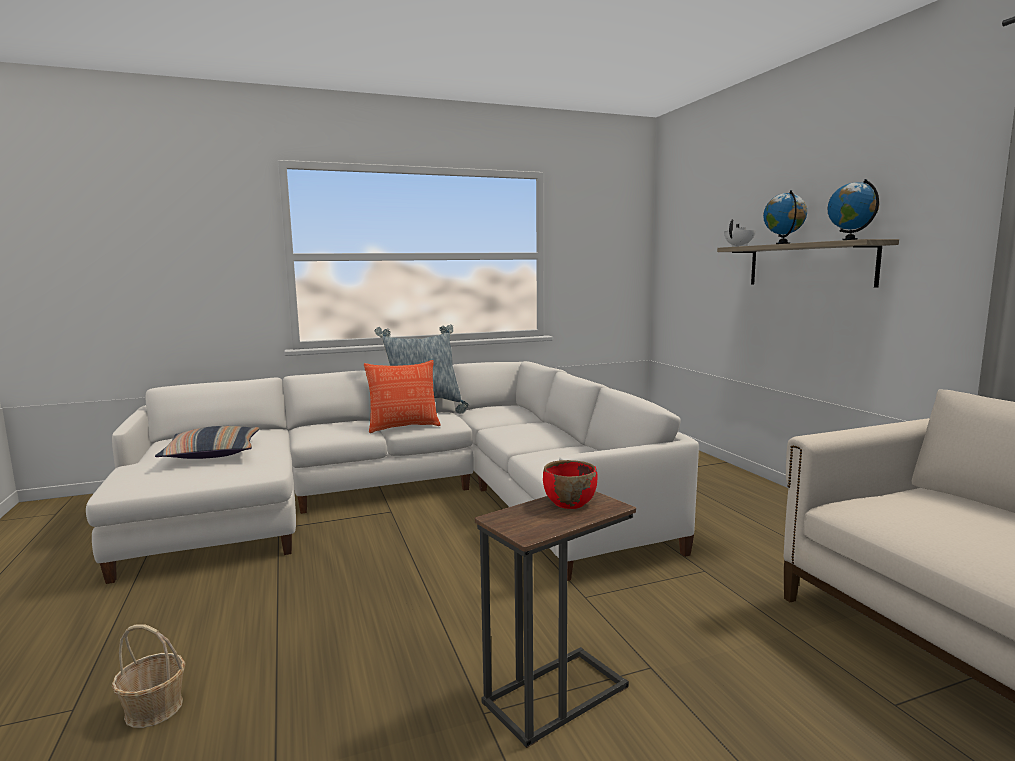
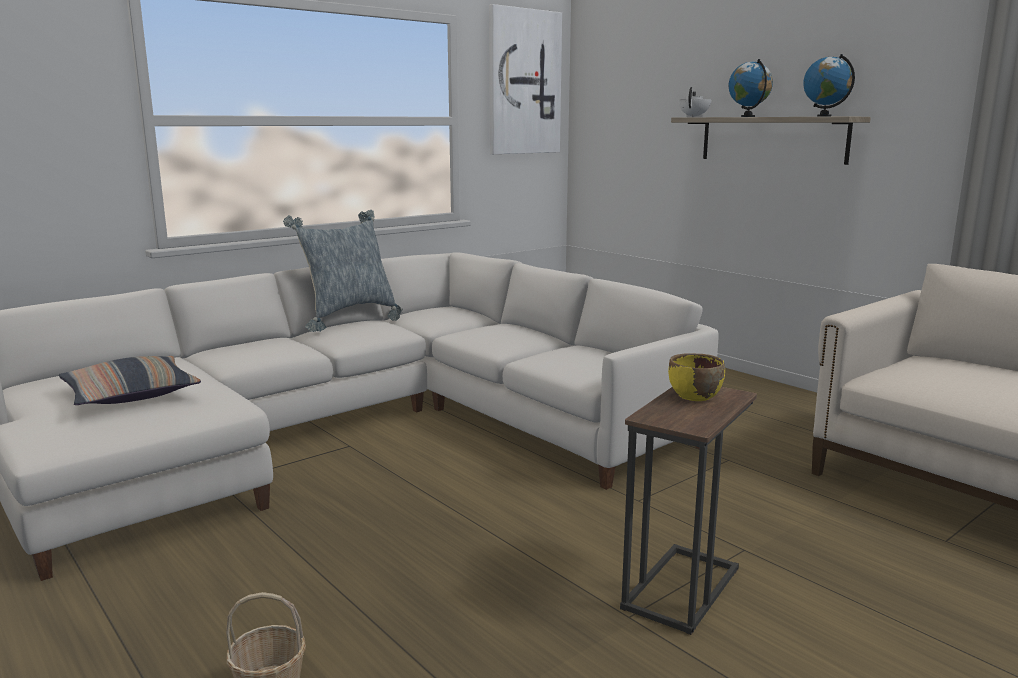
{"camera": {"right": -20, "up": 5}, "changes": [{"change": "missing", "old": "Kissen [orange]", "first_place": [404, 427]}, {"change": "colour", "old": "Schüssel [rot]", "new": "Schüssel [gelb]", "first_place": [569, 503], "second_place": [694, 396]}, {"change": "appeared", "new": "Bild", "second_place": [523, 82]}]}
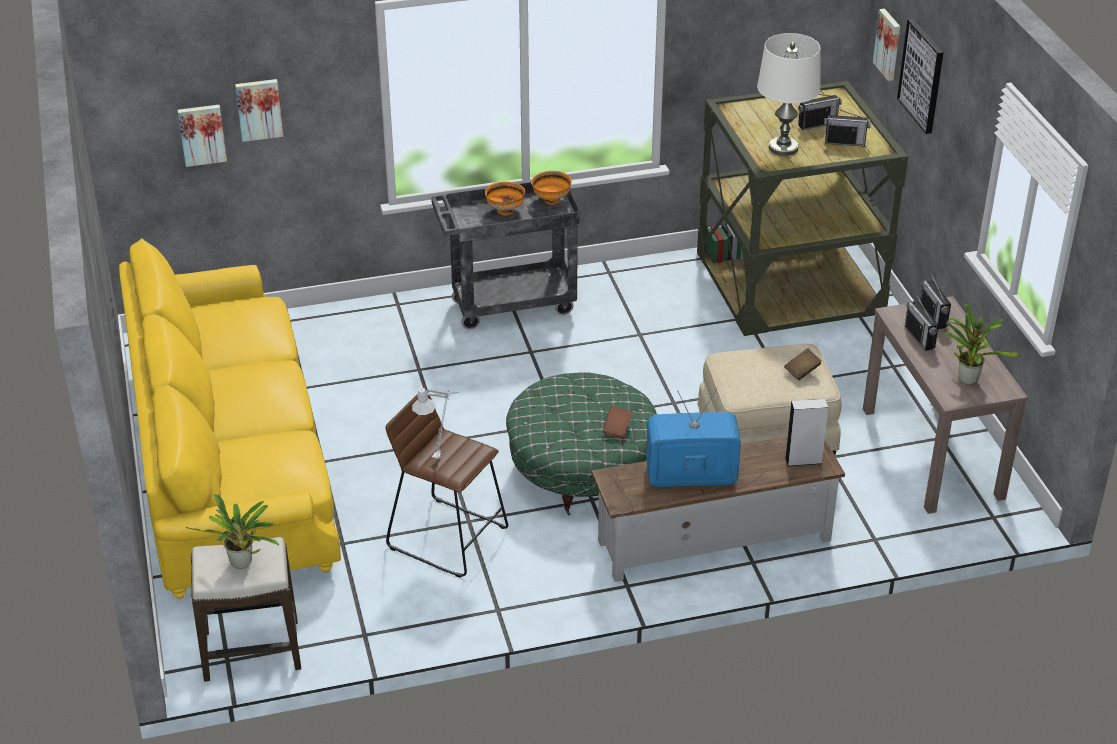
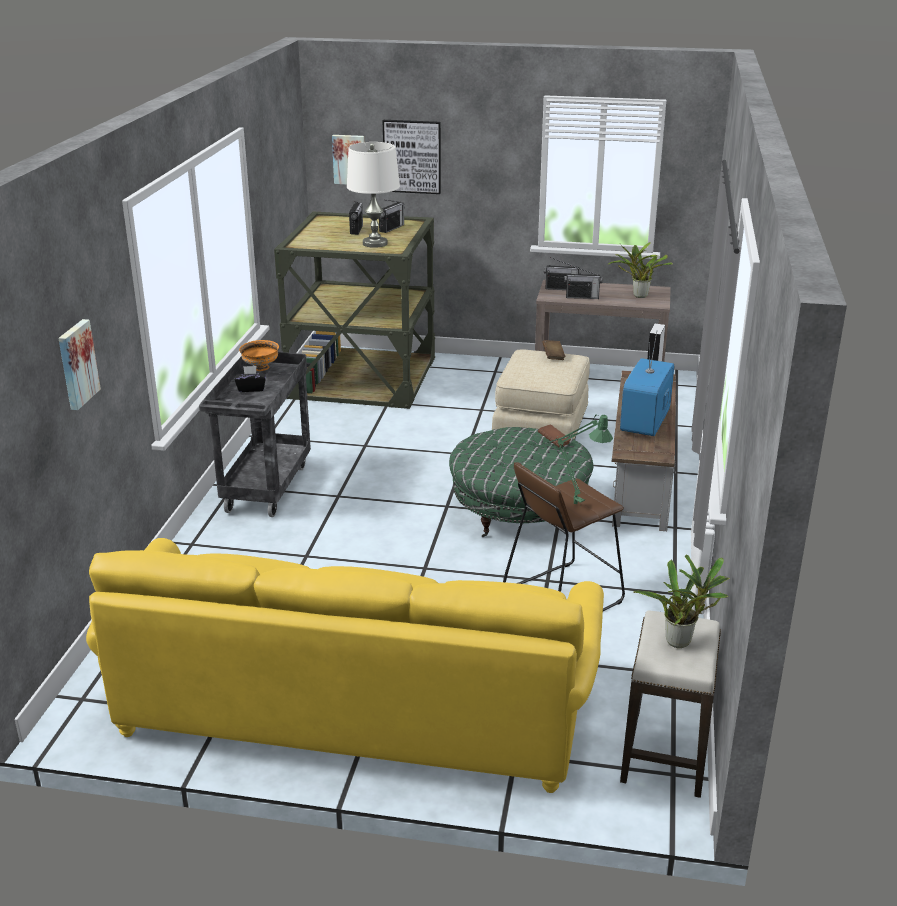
{"camera": {"right": -65, "up": -10}, "changes": [{"change": "missing", "old": "Bild", "first_place": [202, 134]}, {"change": "colour", "old": "Tischlampe [grau]", "new": "Tischlampe [grün]", "first_place": [441, 455], "second_place": [571, 502]}, {"change": "exchanged", "old": "Schüssel [orange]", "new": "Taschentuchbox [schwarz]", "first_place": [505, 211], "second_place": [251, 388]}]}
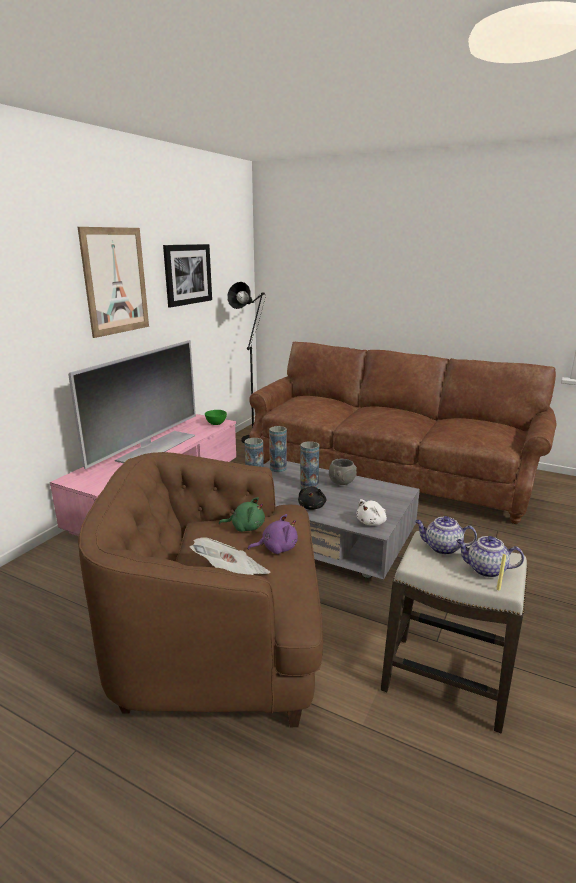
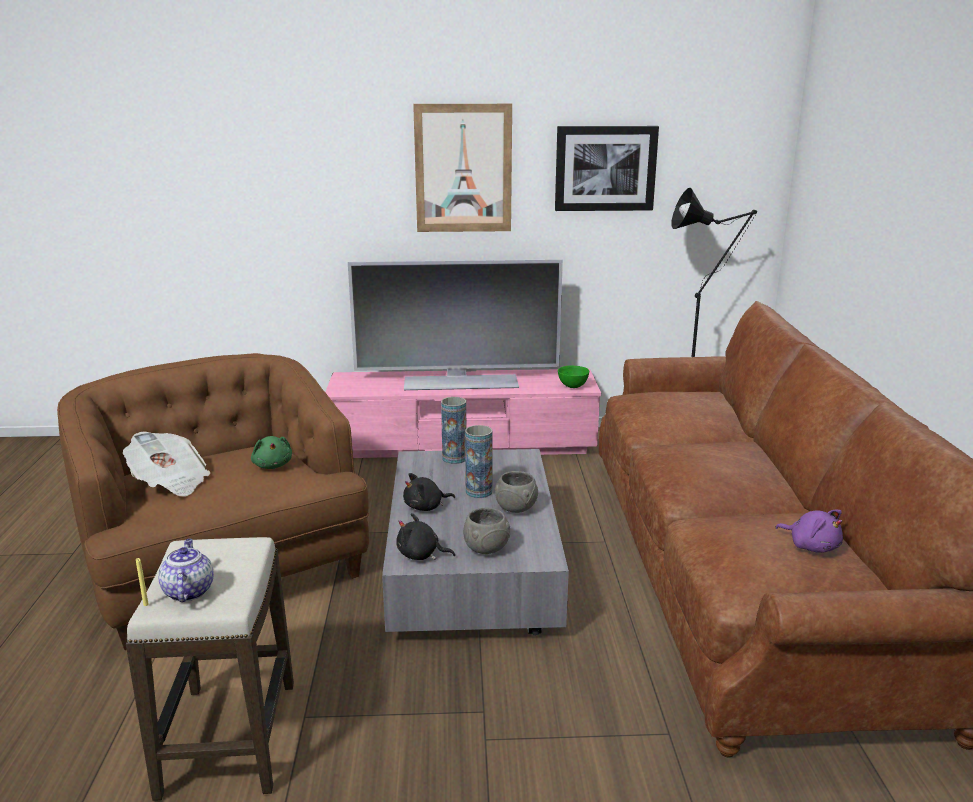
{"camera": {"right": 60, "up": 0}, "changes": [{"change": "relocated", "old": "Plüschtier [lila]", "first_place": [276, 548], "second_place": [811, 546]}, {"change": "missing", "old": "Vase", "first_place": [278, 468]}, {"change": "colour", "old": "Plüschtier [weiß]", "new": "Plüschtier [schwarz]", "first_place": [372, 522], "second_place": [421, 555]}, {"change": "missing", "old": "Teekanne", "first_place": [442, 548]}, {"change": "appeared", "new": "Schüssel [grau]", "second_place": [486, 549]}]}
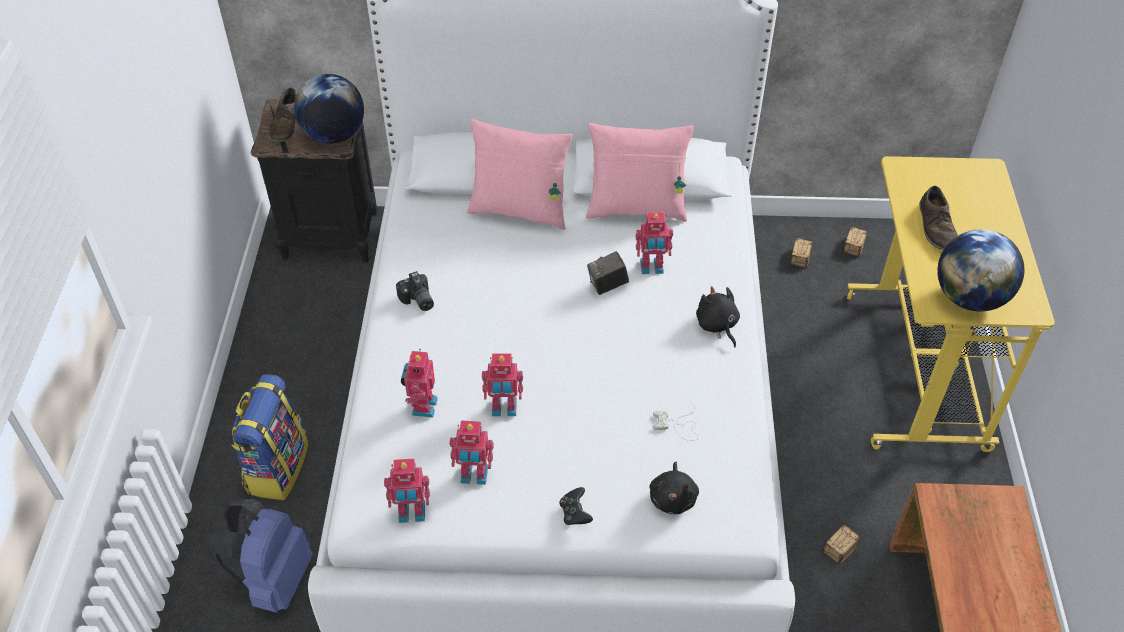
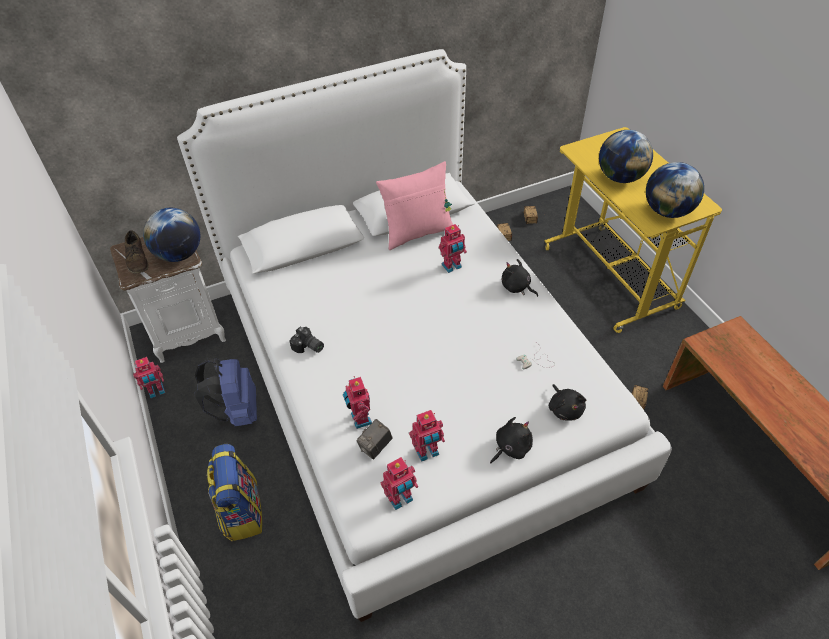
{"camera": {"right": -25, "up": 0}, "changes": [{"change": "relocated", "old": "Rucksack [blau]", "first_place": [274, 580], "second_place": [237, 411]}, {"change": "colour", "old": "Nachttisch [schwarz]", "new": "Nachttisch [weiß]", "first_place": [331, 237], "second_place": [188, 333]}, {"change": "missing", "old": "Kissen [rosa]", "first_place": [519, 211]}, {"change": "relocated", "old": "Spielzeugroboter", "first_place": [504, 409], "second_place": [157, 391]}, {"change": "exchanged", "old": "Gamepad [schwarz]", "new": "Plüschtier [schwarz]", "first_place": [575, 513], "second_place": [511, 447]}, {"change": "relocated", "old": "Kamera", "first_place": [607, 285], "second_place": [375, 447]}, {"change": "exchanged", "old": "Schuh [braun]", "new": "Globus", "first_place": [937, 228], "second_place": [620, 177]}]}
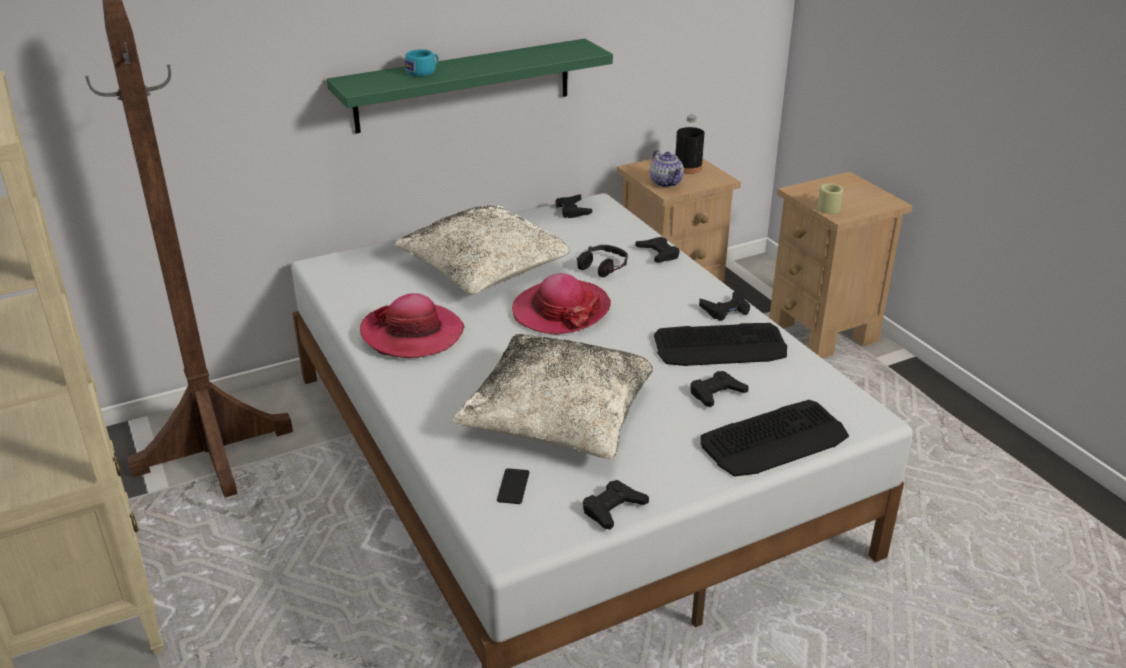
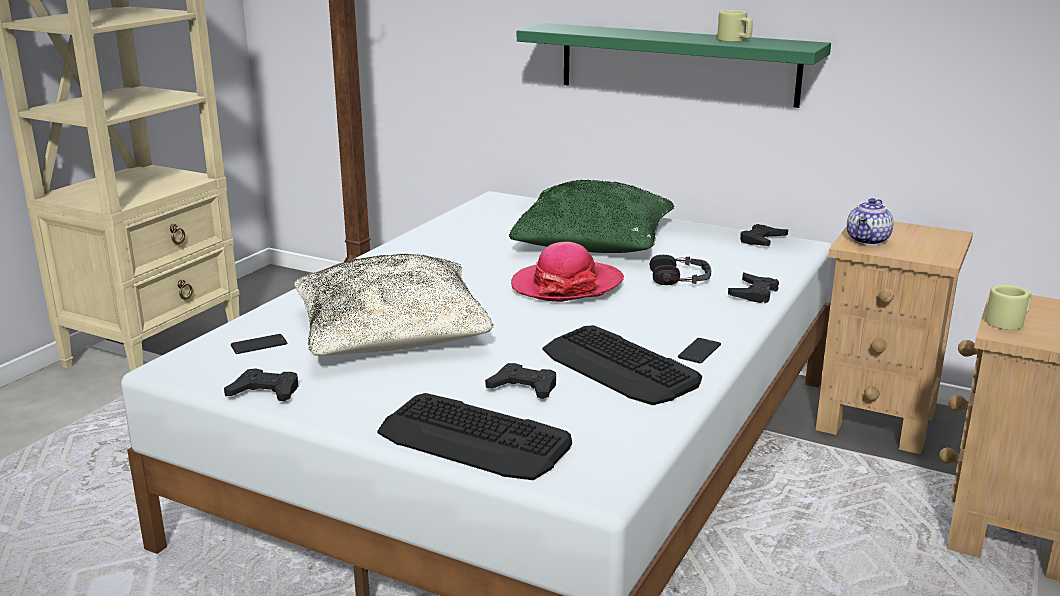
{"camera": {"right": 55, "up": -10}, "changes": [{"change": "missing", "old": "Hut", "first_place": [412, 333]}, {"change": "colour", "old": "Kissen [beige]", "new": "Kissen [grün]", "first_place": [485, 265], "second_place": [594, 240]}, {"change": "missing", "old": "Tasse [türkis]", "first_place": [423, 72]}, {"change": "missing", "old": "Flasche [schwarz]", "first_place": [688, 168]}, {"change": "exchanged", "old": "Gamepad [schwarz]", "new": "Handy", "first_place": [725, 310], "second_place": [699, 351]}, {"change": "appeared", "new": "Henkelbecher [beige]", "second_place": [735, 40]}]}
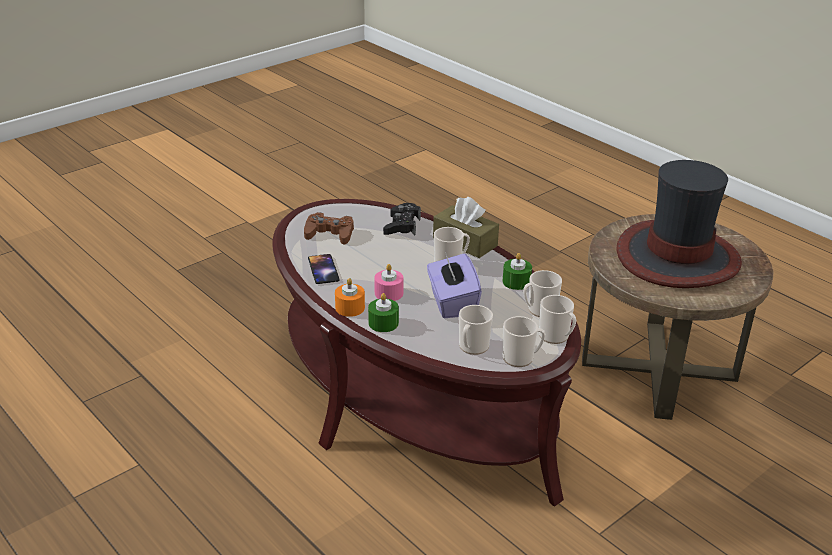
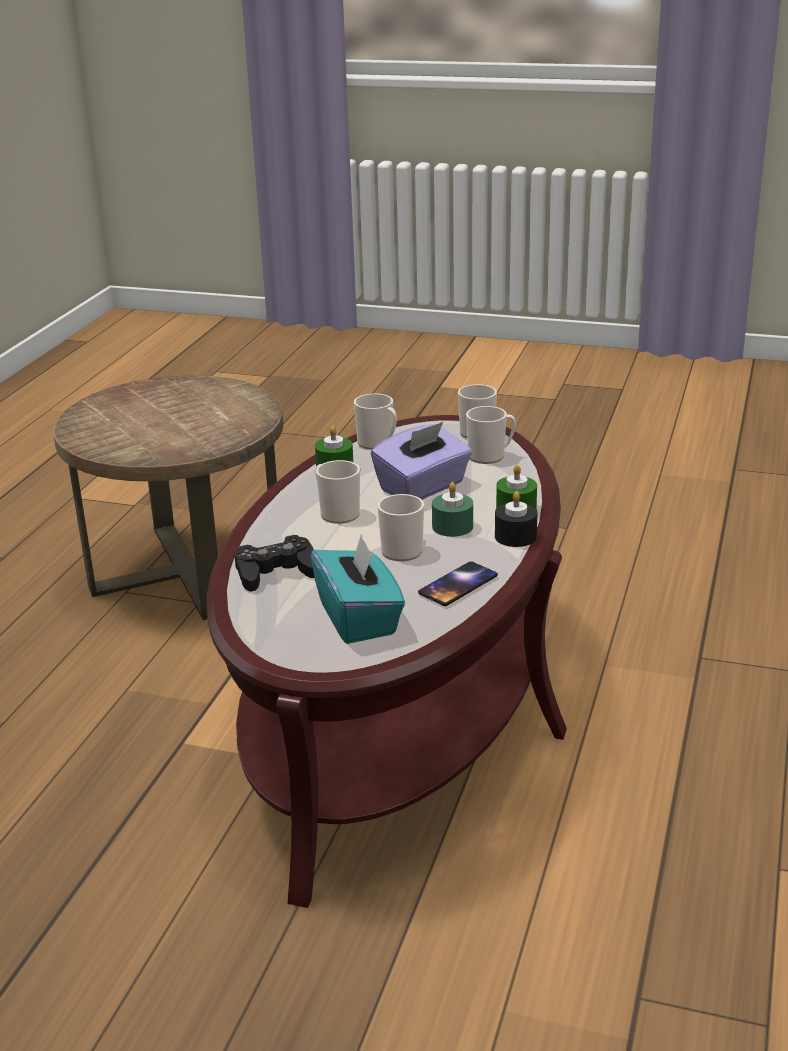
{"camera": {"right": -120, "up": -5}, "changes": [{"change": "exchanged", "old": "Gamepad [braun]", "new": "Taschentuchbox [türkis]", "first_place": [330, 234], "second_place": [359, 618]}, {"change": "colour", "old": "Kerze [orange]", "new": "Kerze [schwarz]", "first_place": [350, 308], "second_place": [515, 536]}, {"change": "colour", "old": "Kerze [rosa]", "new": "Kerze [grün]", "first_place": [389, 293], "second_place": [452, 526]}, {"change": "missing", "old": "Taschentuchbox [braun]", "first_place": [465, 242]}, {"change": "relocated", "old": "Henkelbecher", "first_place": [556, 337], "second_place": [403, 549]}, {"change": "missing", "old": "Hut", "first_place": [677, 257]}]}
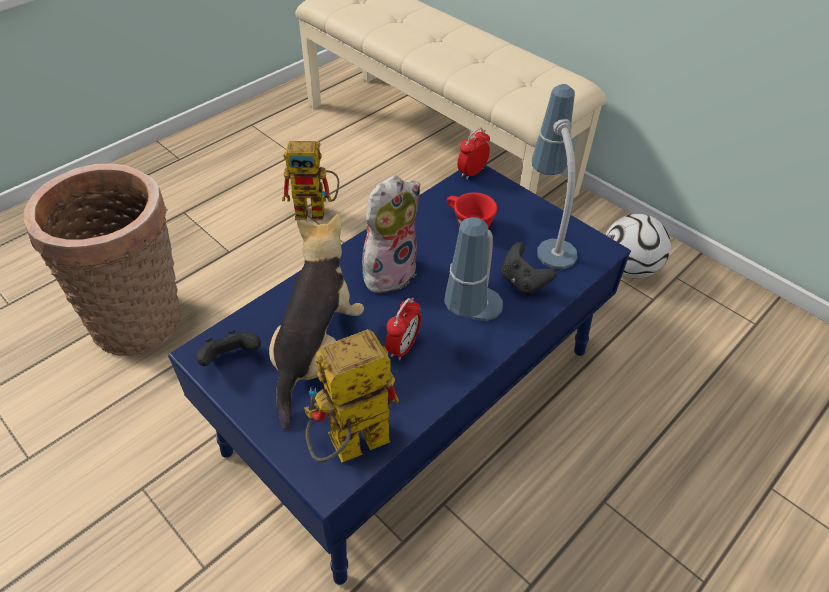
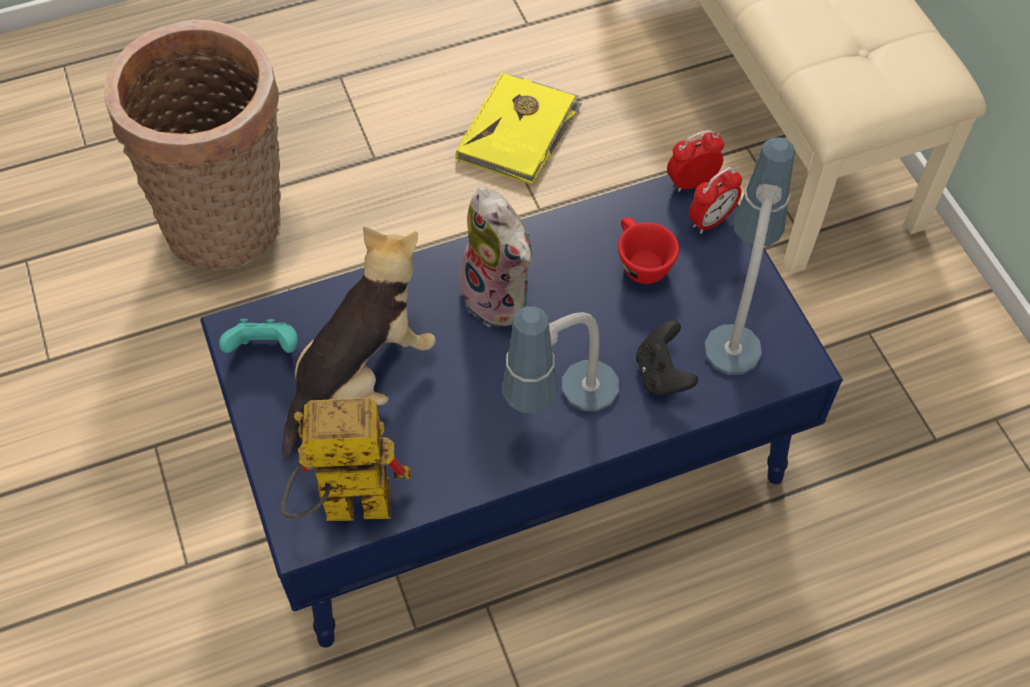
{"camera": {"right": 25, "up": 10}, "changes": [{"change": "colour", "old": "Gamepad [schwarz]", "new": "Gamepad [türkis]", "first_place": [231, 359], "second_place": [265, 349]}, {"change": "exchanged", "old": "Spielzeugroboter", "new": "Buch [gelb]", "first_place": [317, 211], "second_place": [519, 132]}, {"change": "spun", "old": "Plüschtier", "first_place": [389, 271], "second_place": [501, 297], "degrees": 75}, {"change": "relocated", "old": "Wecker", "first_place": [403, 347], "second_place": [711, 221]}, {"change": "missing", "old": "Fußball", "first_place": [628, 268]}]}
